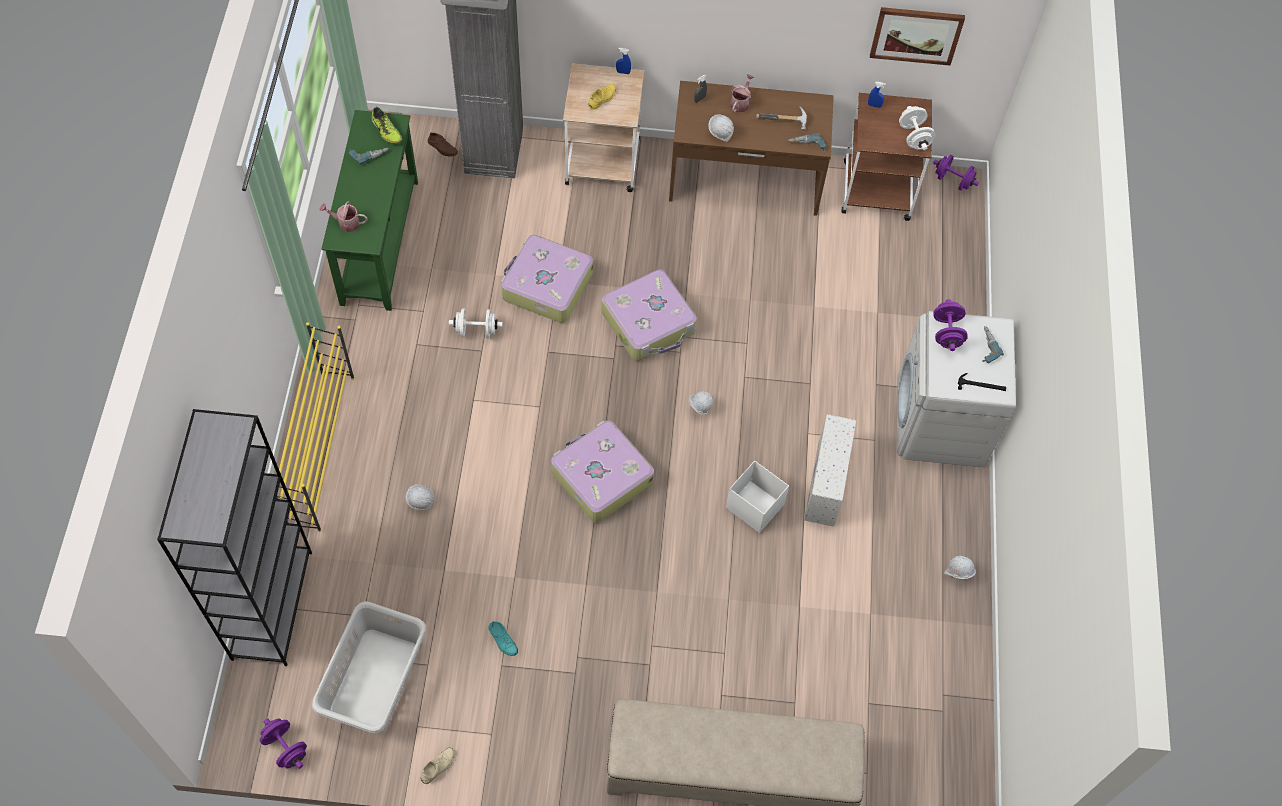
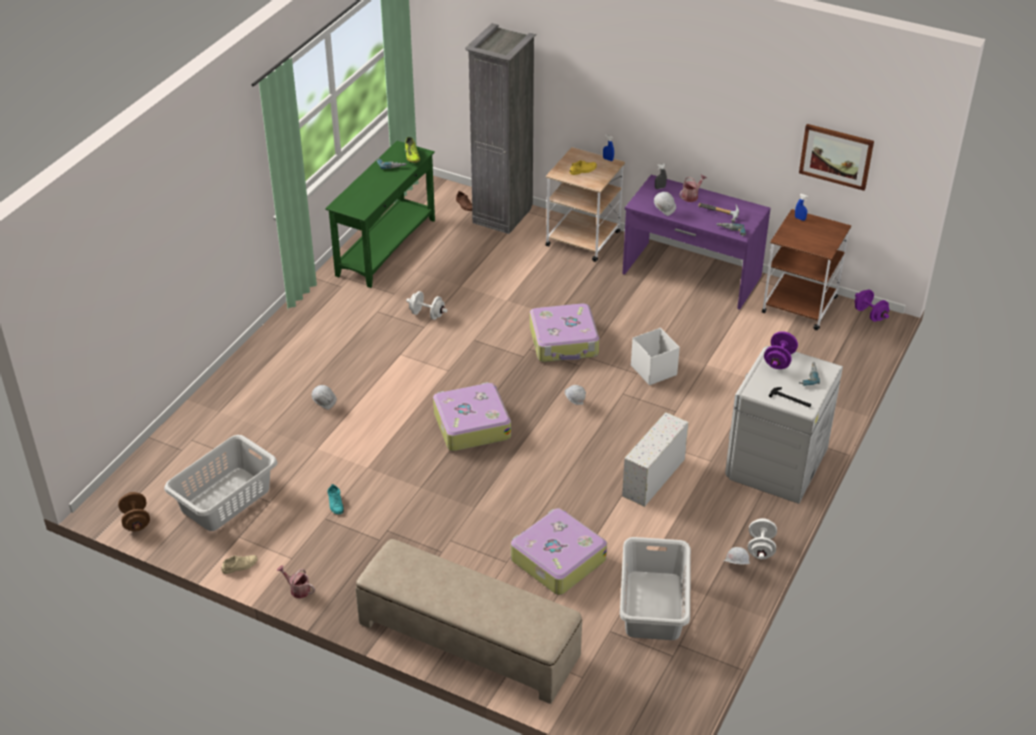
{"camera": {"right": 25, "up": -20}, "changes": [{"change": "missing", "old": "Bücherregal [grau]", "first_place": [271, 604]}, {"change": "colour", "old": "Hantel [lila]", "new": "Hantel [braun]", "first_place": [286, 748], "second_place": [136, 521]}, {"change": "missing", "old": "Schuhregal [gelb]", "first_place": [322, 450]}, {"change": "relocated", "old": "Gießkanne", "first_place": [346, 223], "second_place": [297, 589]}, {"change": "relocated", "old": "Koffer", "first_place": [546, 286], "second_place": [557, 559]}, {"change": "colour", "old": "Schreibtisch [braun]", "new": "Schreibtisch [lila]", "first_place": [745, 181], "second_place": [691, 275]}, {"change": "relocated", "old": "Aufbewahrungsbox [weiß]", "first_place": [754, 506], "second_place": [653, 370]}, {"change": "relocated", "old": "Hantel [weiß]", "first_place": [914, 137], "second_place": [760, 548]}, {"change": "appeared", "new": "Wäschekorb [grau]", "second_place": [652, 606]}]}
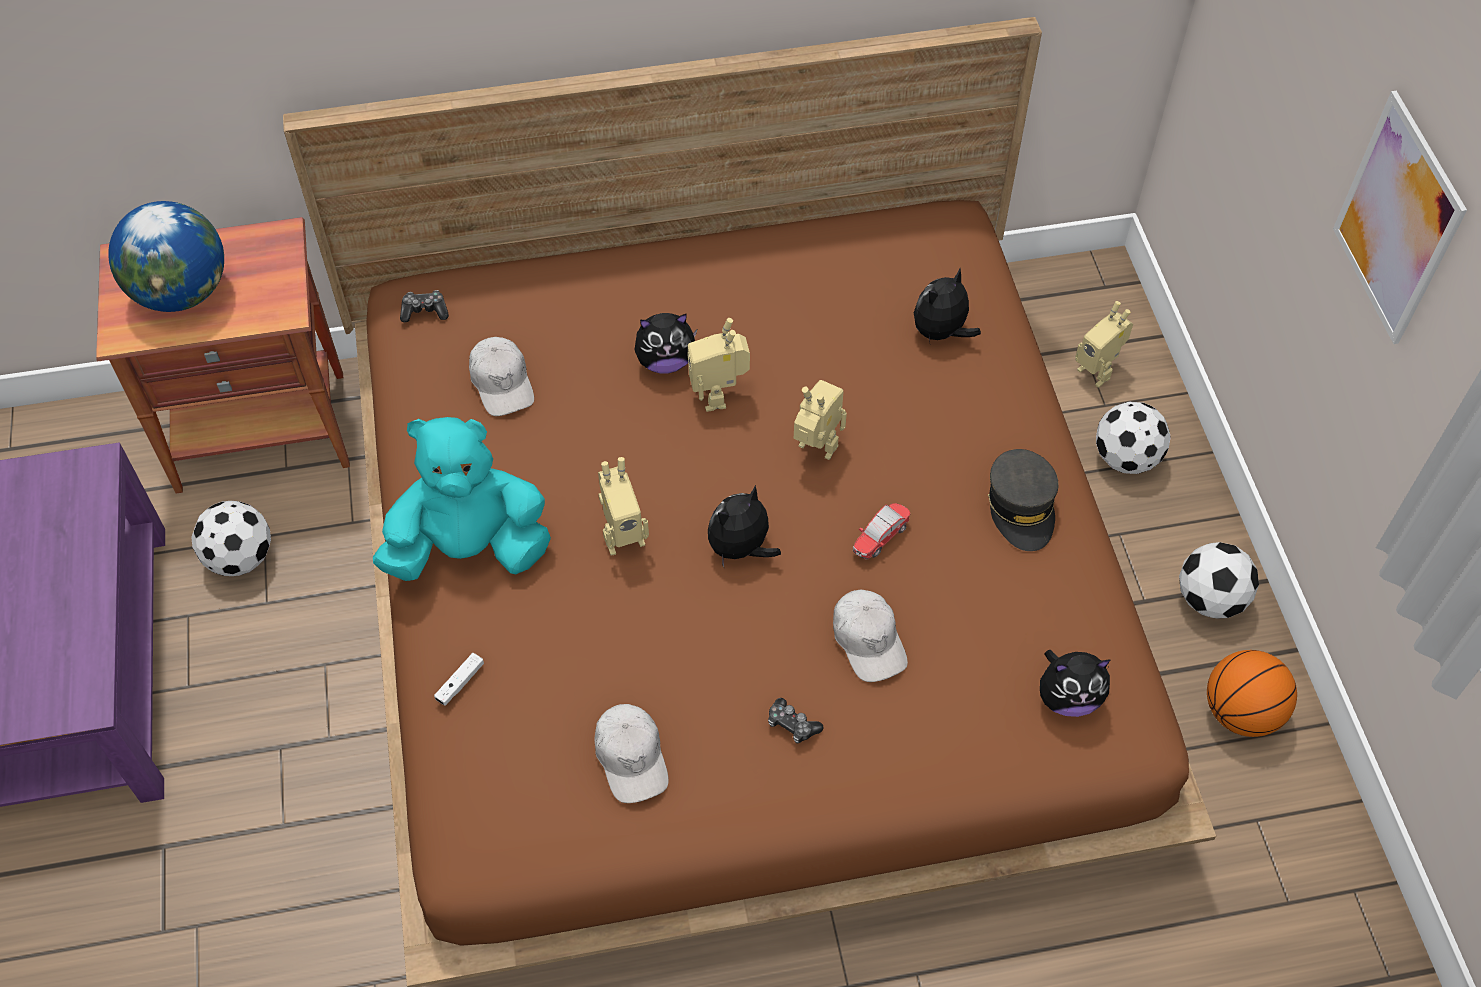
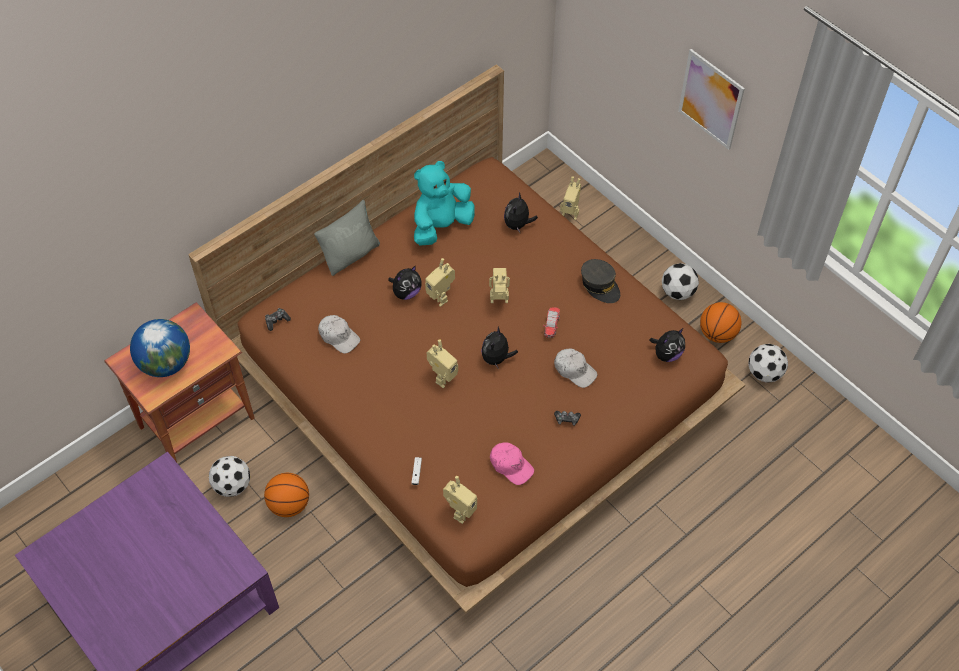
{"camera": {"right": -30, "up": 0}, "changes": [{"change": "relocated", "old": "Plüschtier [türkis]", "first_place": [469, 549], "second_place": [441, 226]}, {"change": "colour", "old": "Kappe [weiß]", "new": "Kappe [rosa]", "first_place": [631, 757], "second_place": [511, 465]}, {"change": "relocated", "old": "Fußball", "first_place": [1126, 458], "second_place": [765, 373]}, {"change": "appeared", "new": "Basketball", "second_place": [289, 504]}, {"change": "appeared", "new": "Kissen [grau]", "second_place": [351, 254]}, {"change": "appeared", "new": "Spielzeugroboter", "second_place": [460, 512]}]}
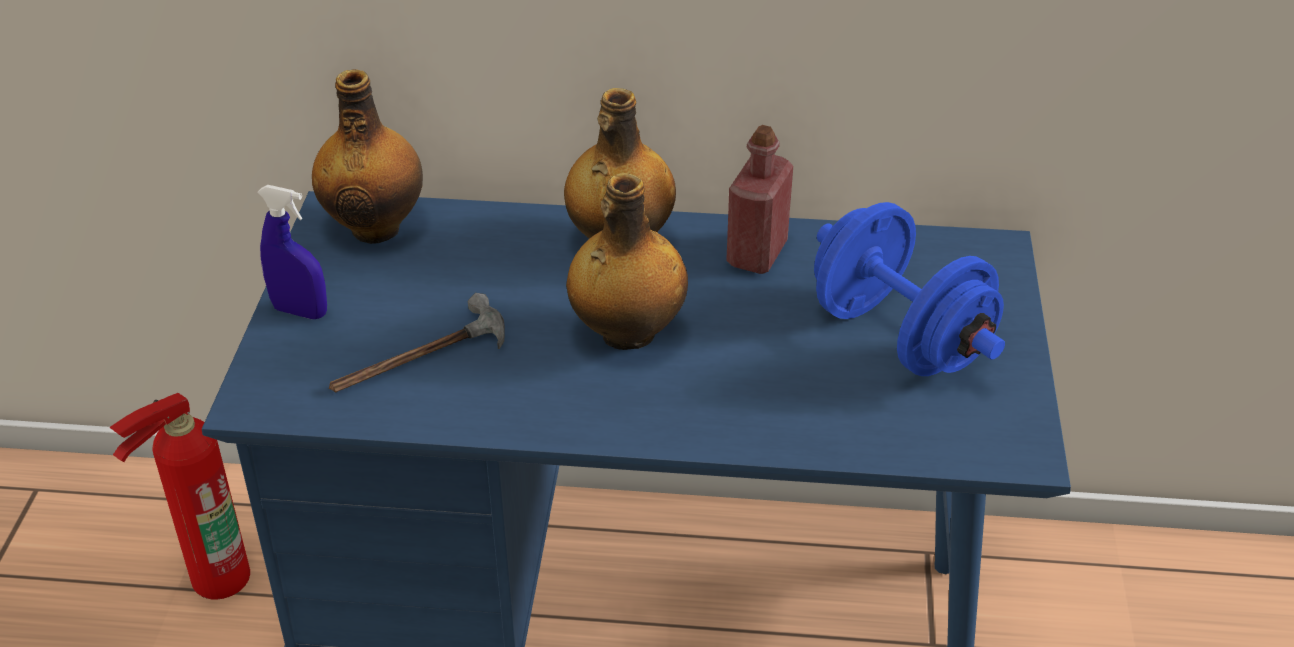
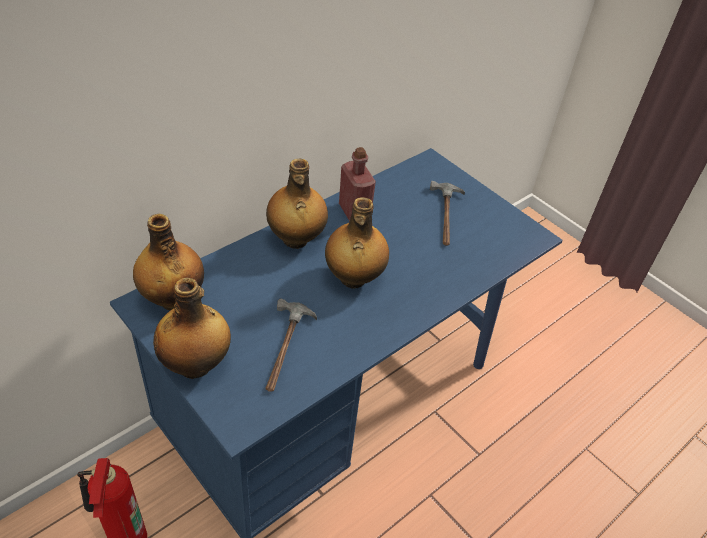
{"camera": {"right": -50, "up": 5}, "changes": [{"change": "exchanged", "old": "Sprühflasche [blau]", "new": "Flasche", "first_place": [300, 311], "second_place": [196, 365]}, {"change": "exchanged", "old": "Hantel [blau]", "new": "Hammer", "first_place": [899, 337], "second_place": [446, 216]}]}
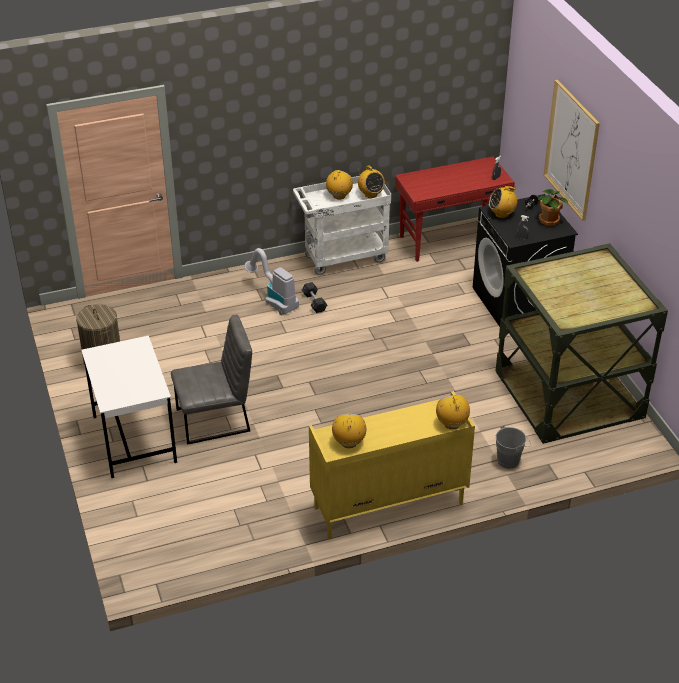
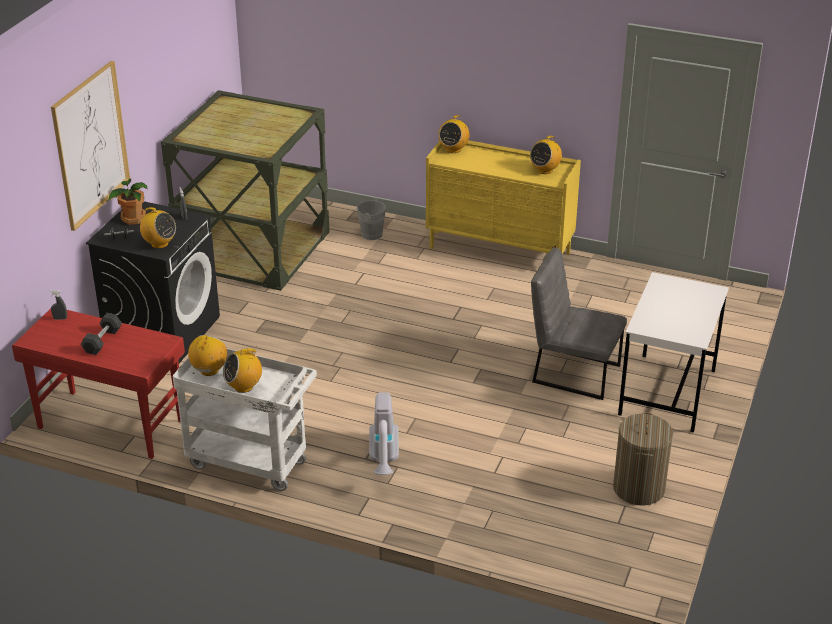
{"camera": {"right": -140, "up": -5}, "changes": [{"change": "relocated", "old": "Hantel [grau]", "first_place": [314, 302], "second_place": [102, 341]}]}
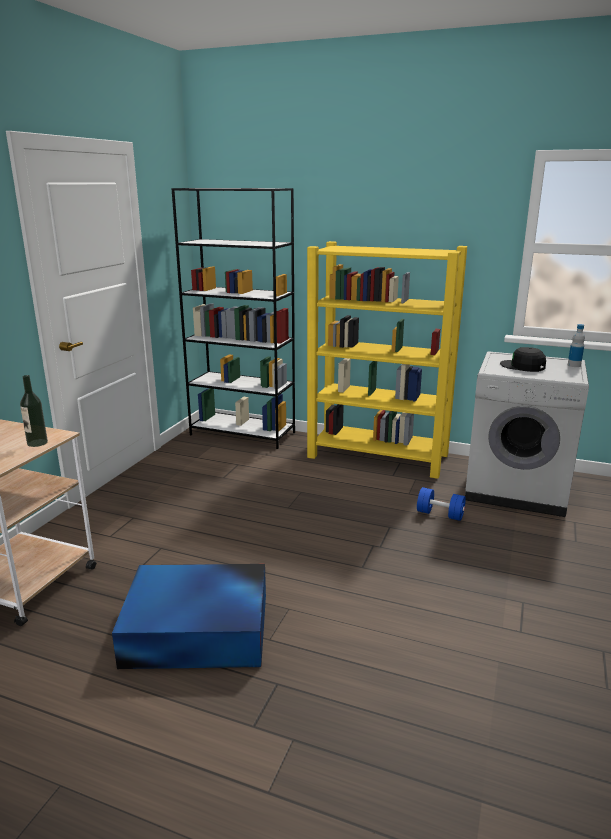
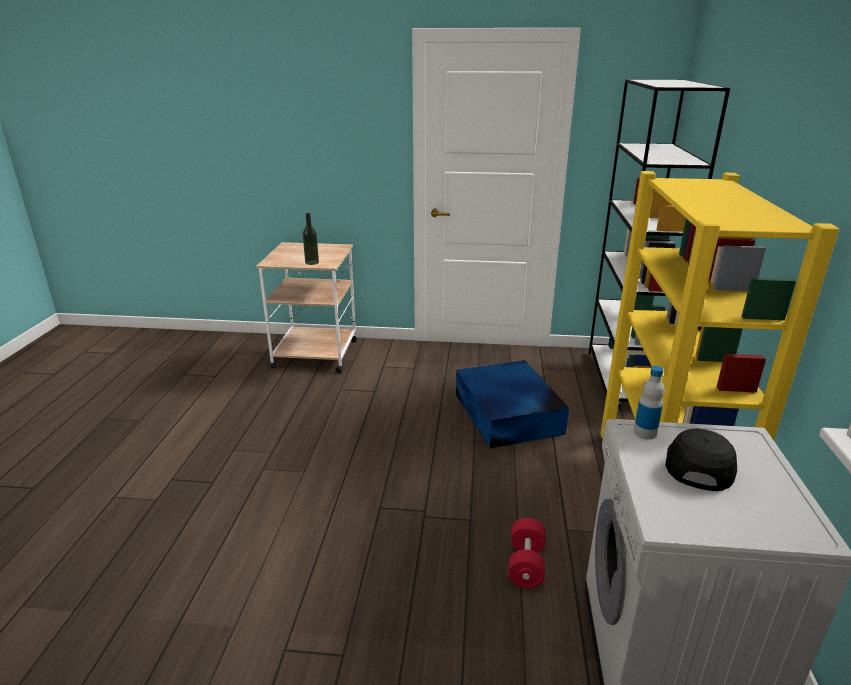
{"camera": {"right": 75, "up": 5}, "changes": [{"change": "relocated", "old": "Aufbewahrungsbox [blau]", "first_place": [199, 630], "second_place": [507, 414]}, {"change": "colour", "old": "Hantel [blau]", "new": "Hantel [rot]", "first_place": [440, 514], "second_place": [526, 564]}, {"change": "relocated", "old": "Flasche", "first_place": [574, 365], "second_place": [645, 433]}]}
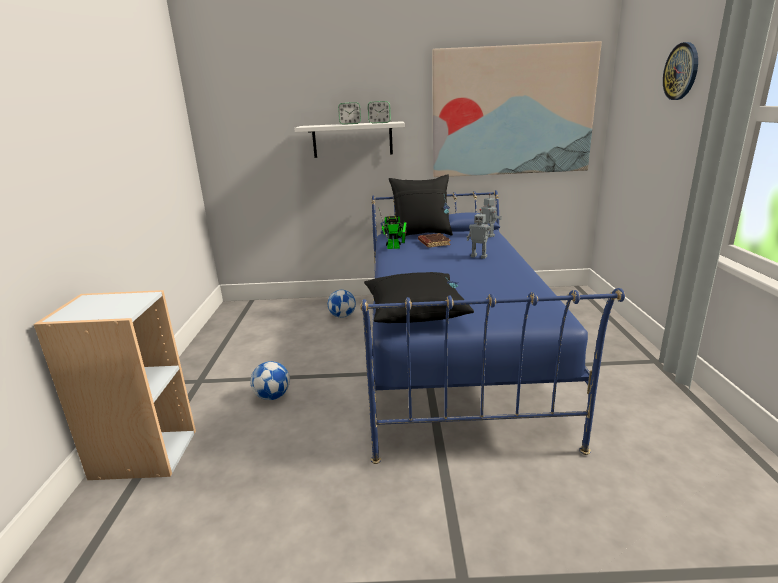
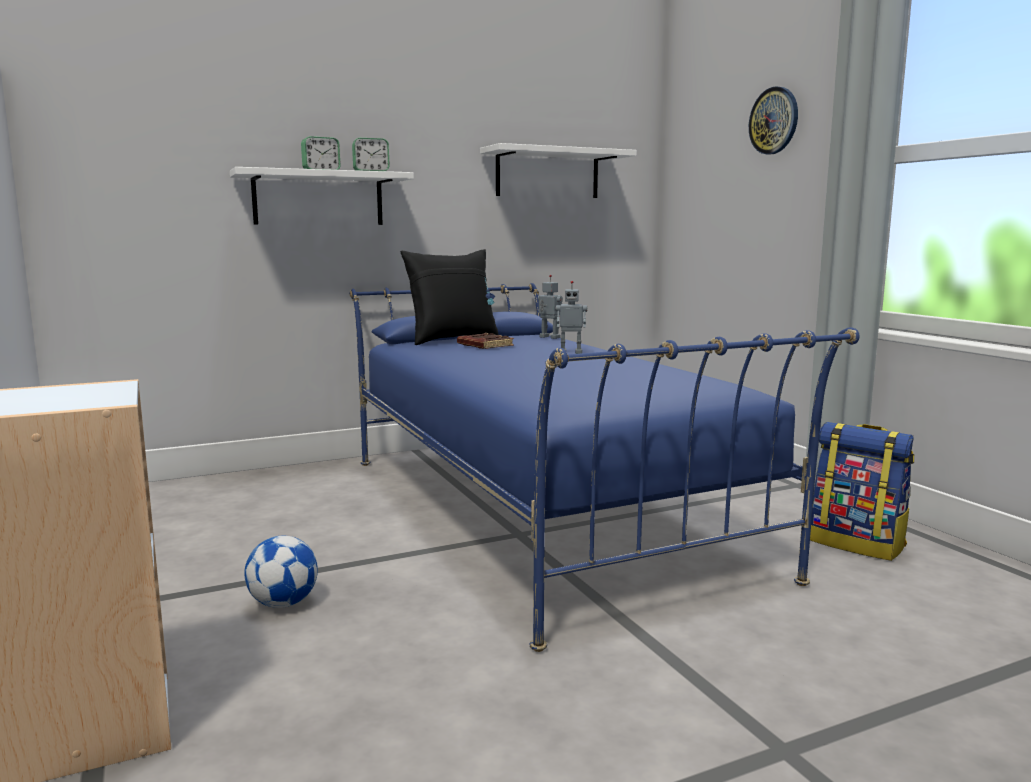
{"camera": {"right": -25, "up": -10}, "changes": [{"change": "missing", "old": "Fußball", "first_place": [342, 316]}, {"change": "missing", "old": "Kissen [schwarz]", "first_place": [415, 313]}, {"change": "missing", "old": "Spielzeugroboter", "first_place": [395, 247]}, {"change": "exchanged", "old": "Bild", "new": "Wandregal [weiß]", "first_place": [512, 112], "second_place": [547, 174]}, {"change": "appeared", "new": "Rucksack", "second_place": [857, 544]}]}
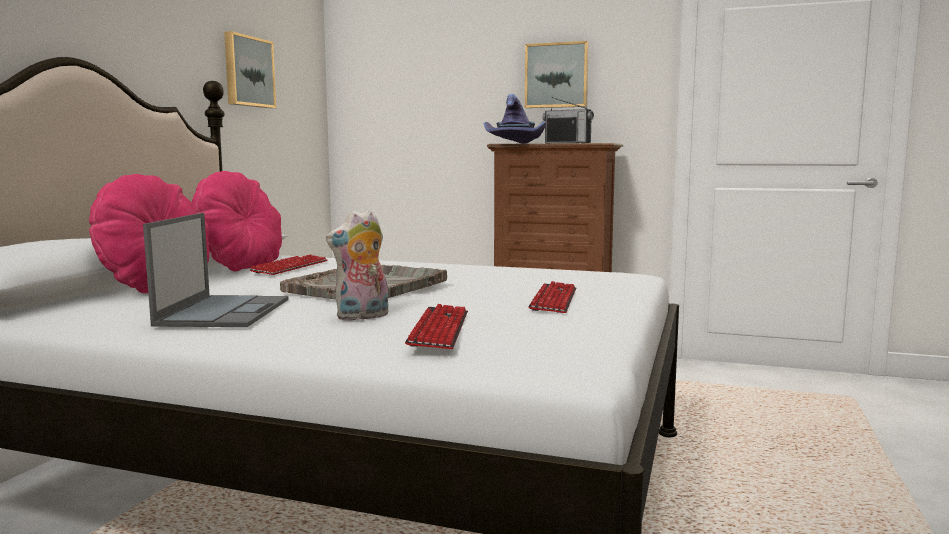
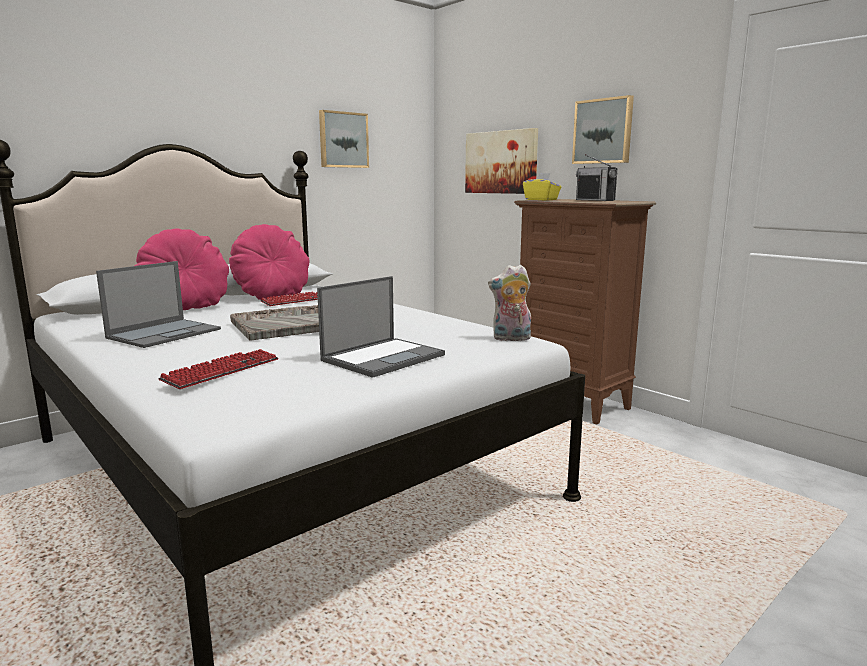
{"camera": {"right": 30, "up": 5}, "changes": [{"change": "relocated", "old": "Plüschtier", "first_place": [362, 317], "second_place": [511, 339]}, {"change": "exchanged", "old": "Hut [lila]", "new": "Taschentuchbox [gelb]", "first_place": [515, 143], "second_place": [541, 200]}, {"change": "exchanged", "old": "Tastatur", "new": "Laptop", "first_place": [554, 300], "second_place": [384, 357]}, {"change": "appeared", "new": "Bild", "second_place": [501, 162]}]}
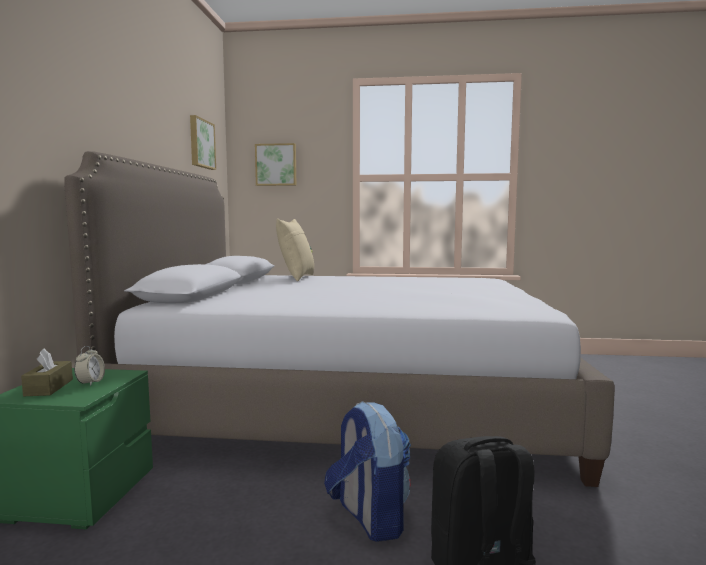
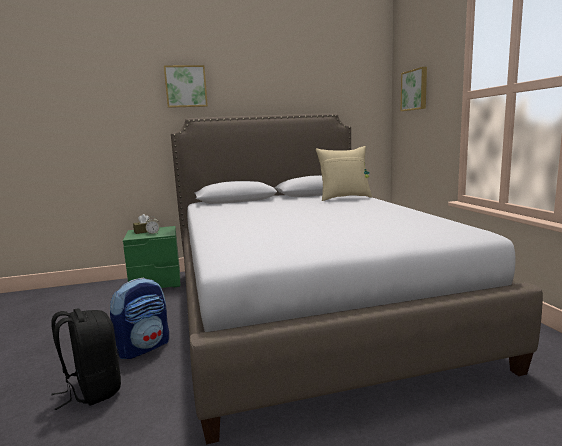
{"camera": {"right": 70, "up": 5}, "changes": [{"change": "relocated", "old": "Bild", "first_place": [201, 143], "second_place": [186, 86]}]}
